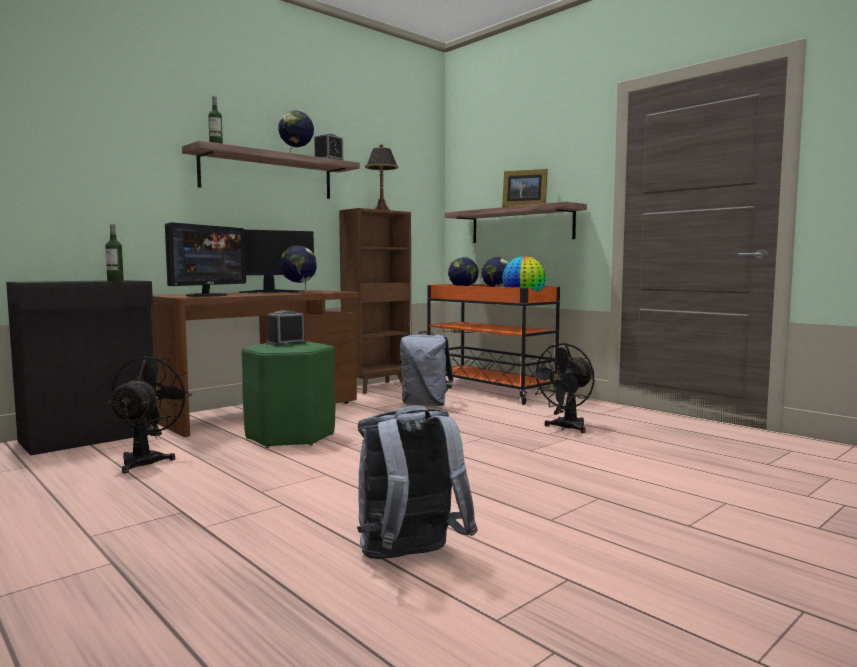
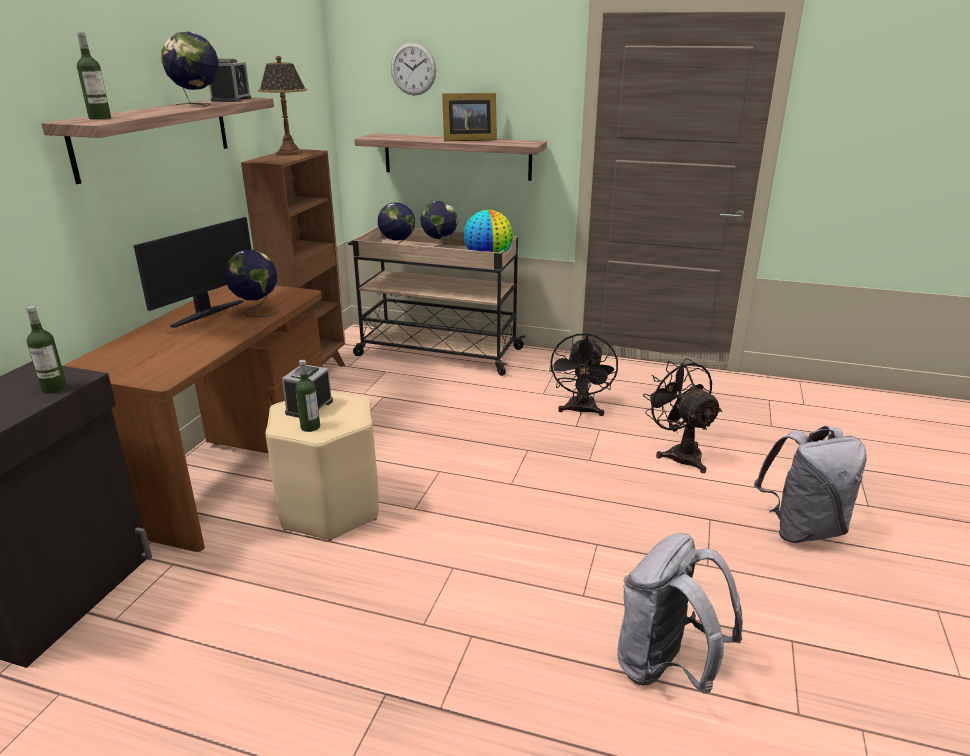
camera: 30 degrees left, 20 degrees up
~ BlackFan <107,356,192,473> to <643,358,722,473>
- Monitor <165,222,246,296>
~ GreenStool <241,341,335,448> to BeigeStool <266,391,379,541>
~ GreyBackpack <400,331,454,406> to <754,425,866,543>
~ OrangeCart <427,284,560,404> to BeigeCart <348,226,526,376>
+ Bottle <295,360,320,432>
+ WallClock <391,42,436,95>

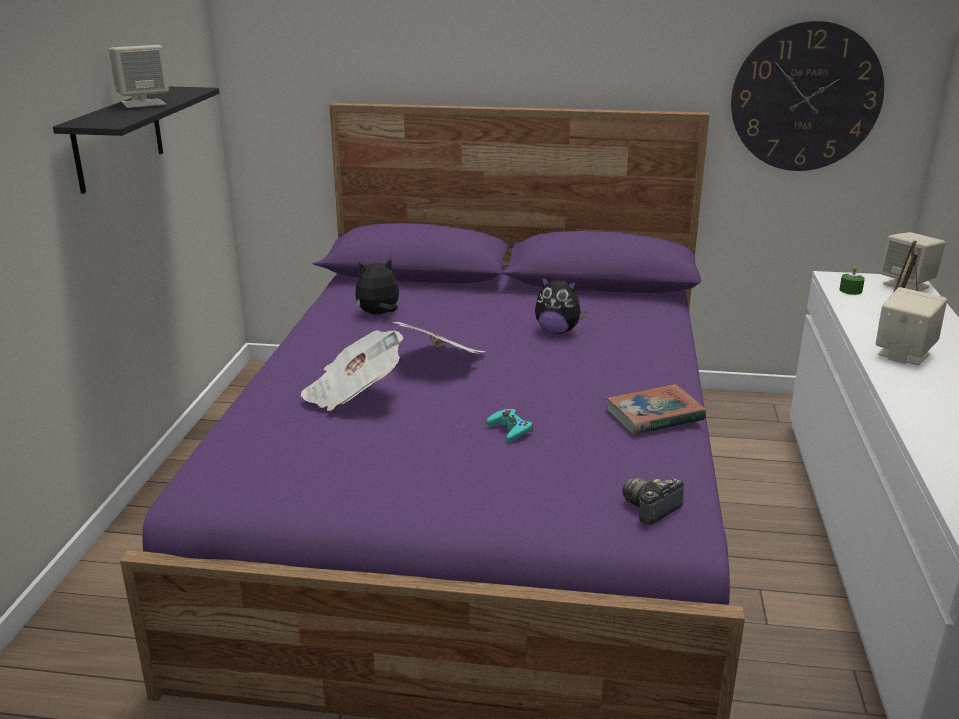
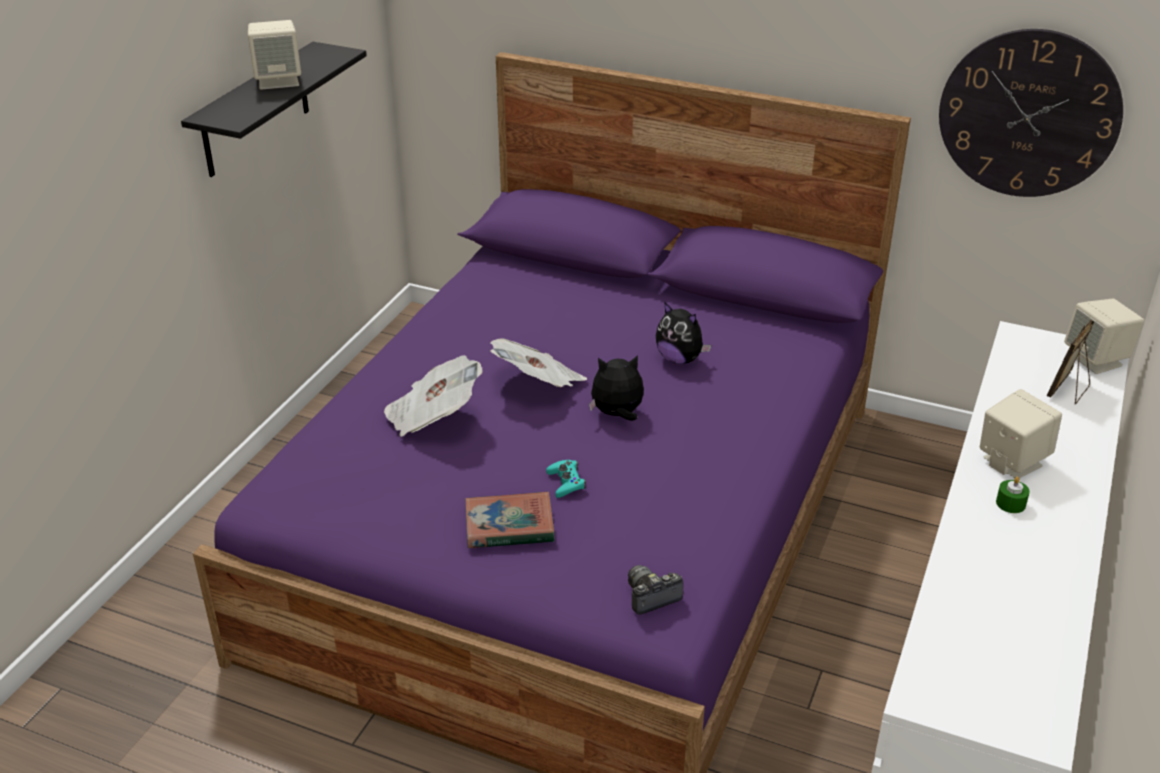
camera: 15 degrees right, 10 degrees up
~ PlushToy <355,258,399,315> to <589,355,644,421>
~ Book <606,384,706,435> to <465,492,554,548>
~ GreenCandle <839,266,865,295> to <996,477,1030,513>

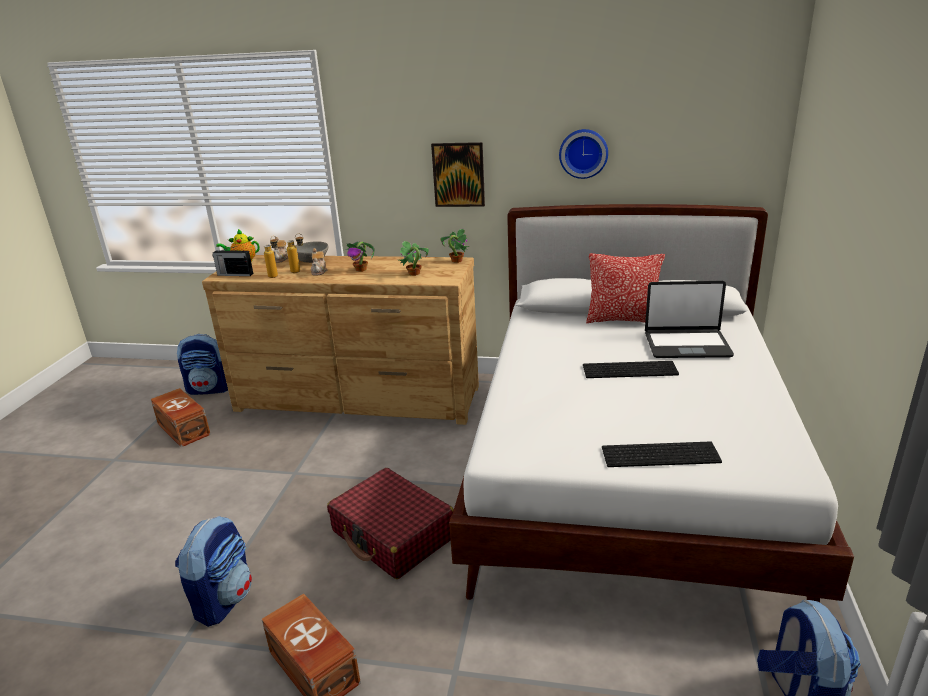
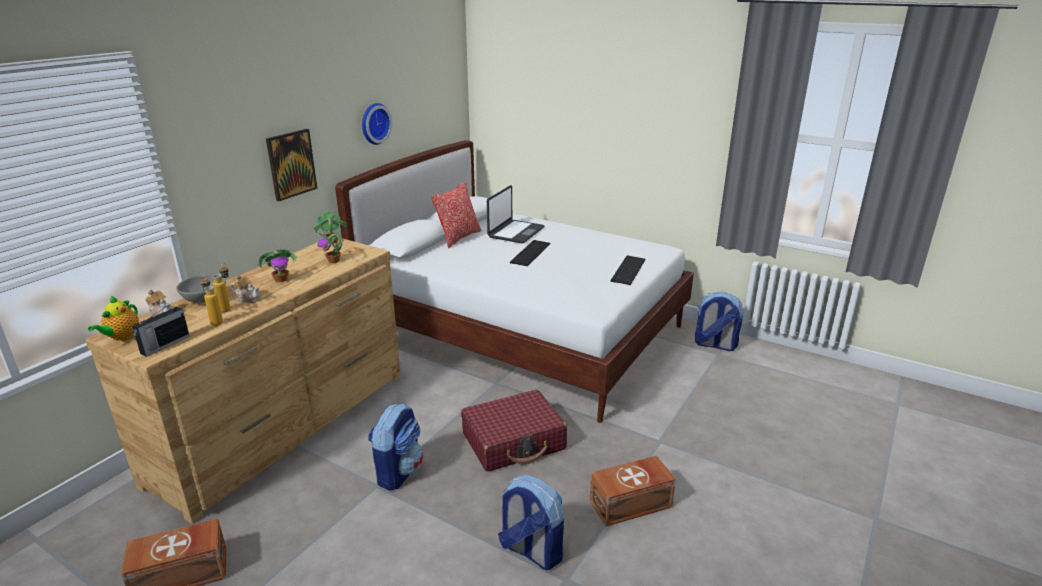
camera: 70 degrees left, 0 degrees up
~ Backpack <177,334,228,395> to <368,403,423,491>

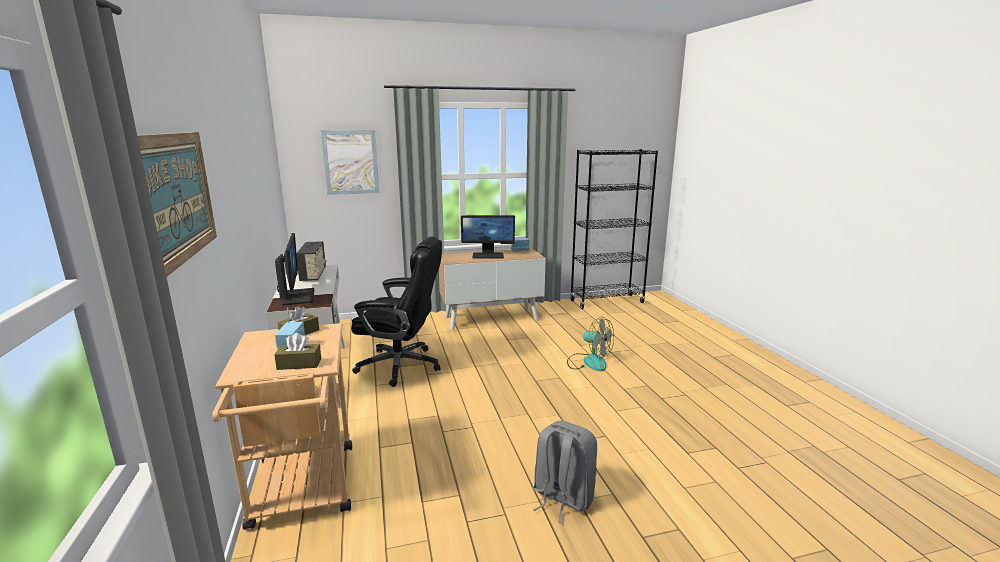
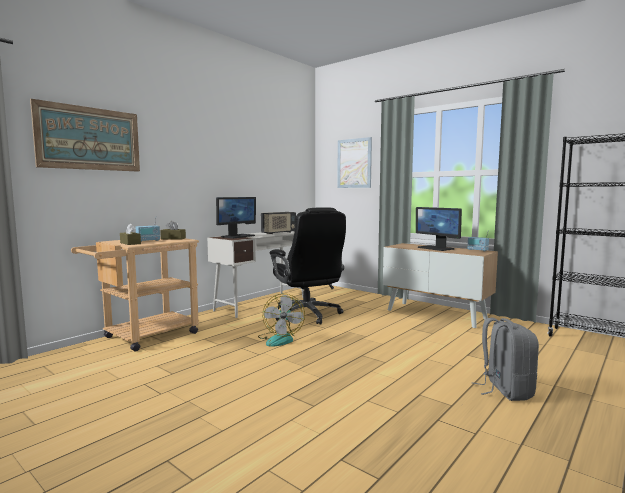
camera: 55 degrees right, 10 degrees down
~ GreyBackpack <533,420,597,523> to <472,318,539,401>
~ Fan <567,317,614,371> to <258,294,305,347>

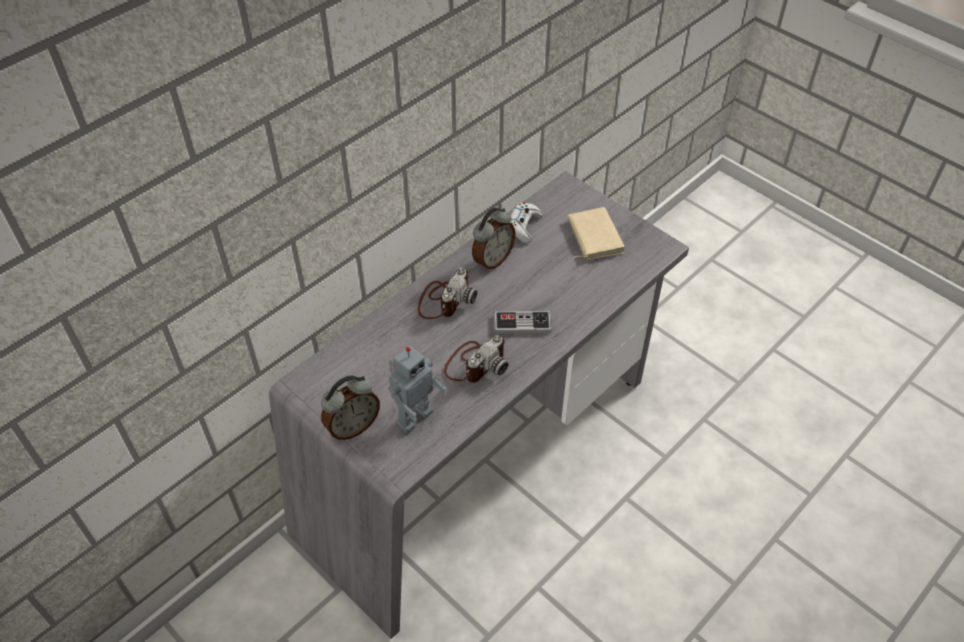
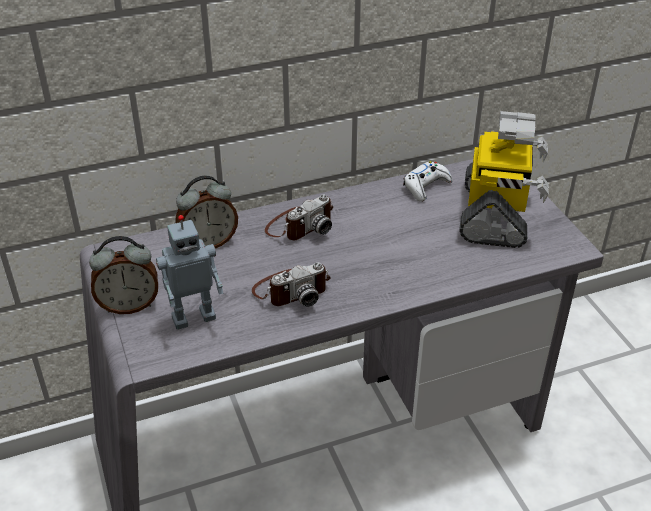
camera: 25 degrees right, 10 degrees down
~ AlarmClock <472,208,516,271> to <176,176,238,249>
- GameController <494,311,551,334>
~ BeigeBook <568,207,625,260> to ToyRobot <459,111,549,248>

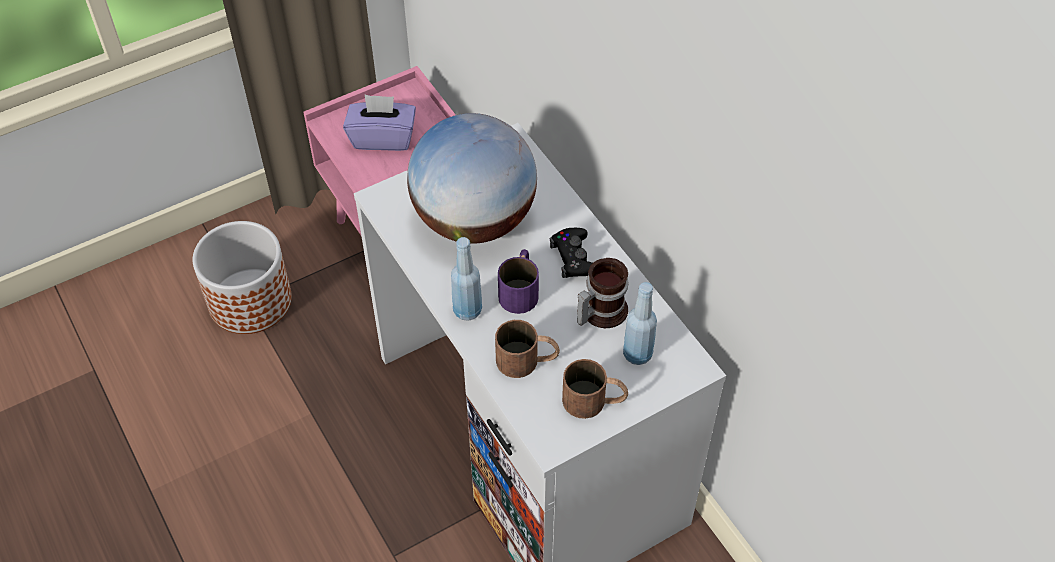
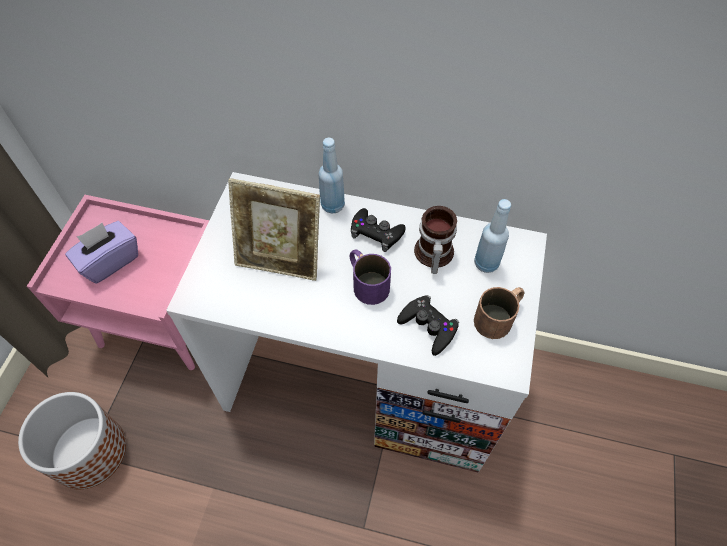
camera: 45 degrees left, 5 degrees up
~ Globe <407,113,537,244> to PictureFrame <228,178,320,281>
~ BlueBottle <451,237,482,321> to <318,138,345,214>
~ BrownMug <495,320,560,378> to BlackGameController <397,295,459,356>

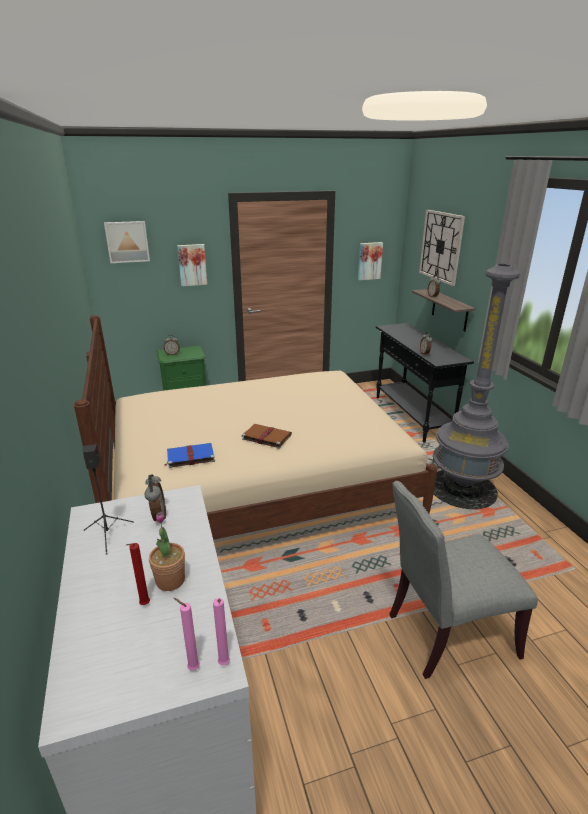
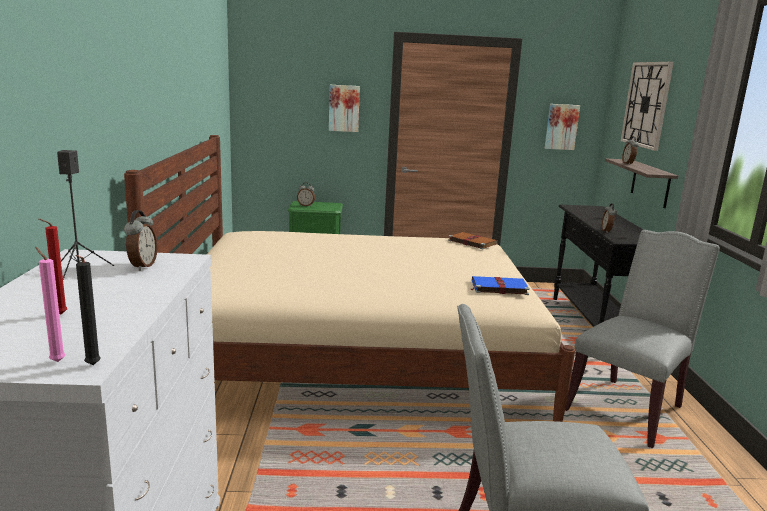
camera: 15 degrees right, 10 degrees down
- Picture <104,221,150,263>
- PottedPlant <149,511,185,591>
~ BlueBook <164,443,215,468> to <471,276,530,295>
~ PinkCandle <213,598,230,665> to BlackCandle <75,255,101,365>
~ BrownBook <242,424,292,449> to <448,232,498,249>
~ GreyFloorLamp <433,264,520,509> to GreyChair <565,230,720,448>

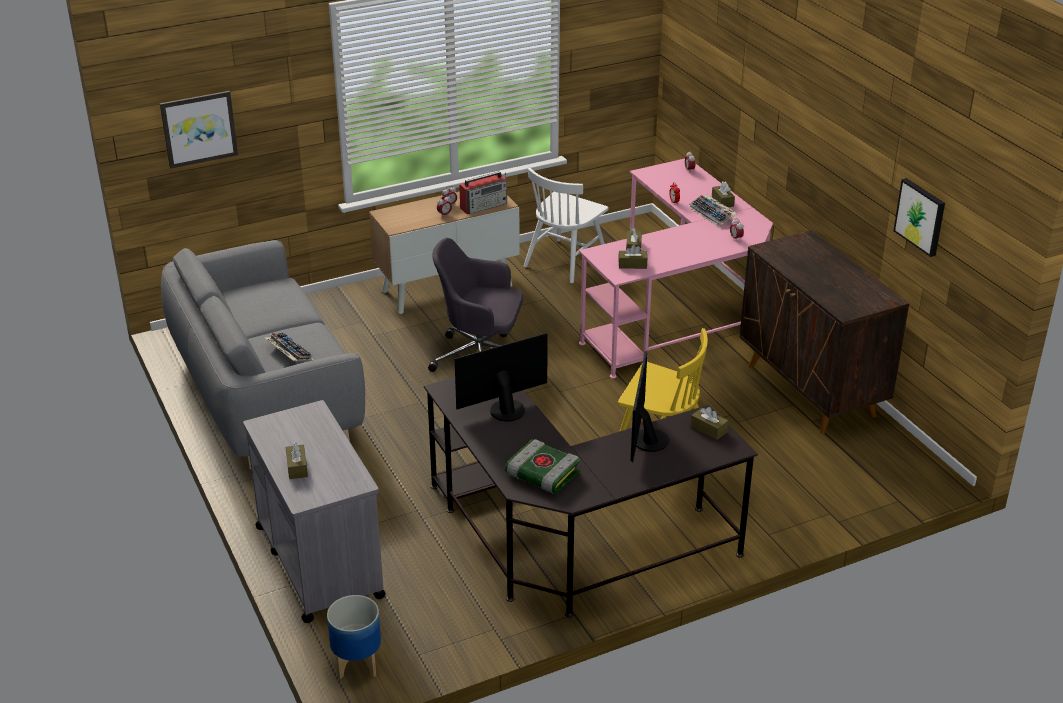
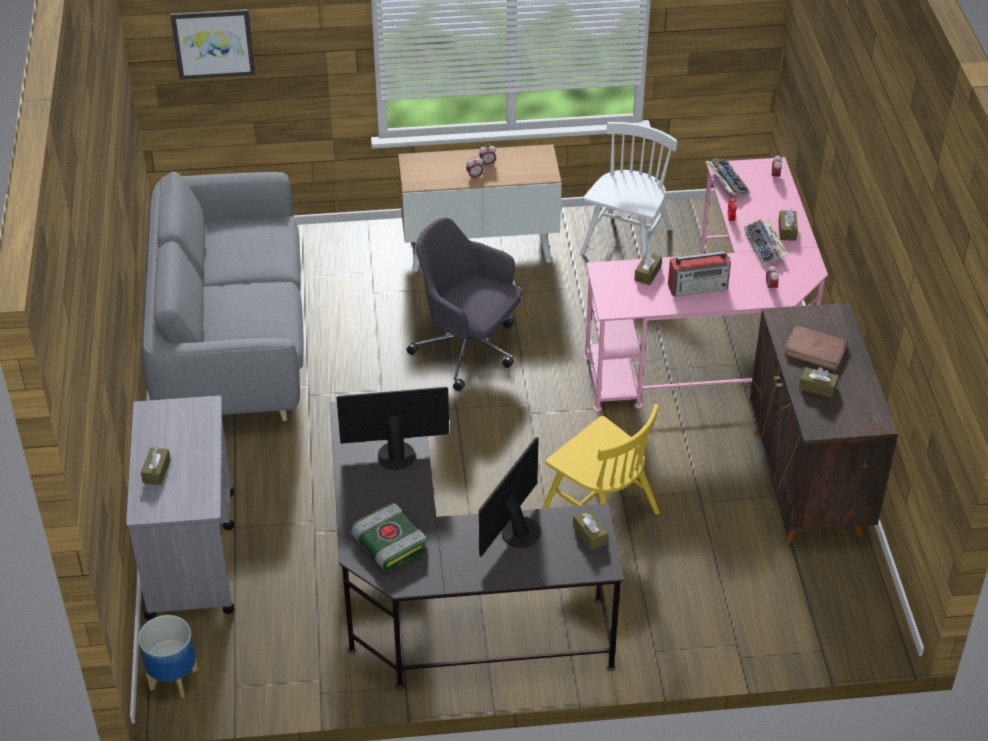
camera: 20 degrees right, 10 degrees up
~ Keyboard <264,333,314,361> to <706,158,750,196>
~ Radio <459,171,507,214> to <668,251,731,297>
~ WhiteChair <524,168,609,283> = <580,122,677,259> 150 degrees clockwise
~ BrownTissueBox <618,245,648,269> to <799,367,839,398>
- Picture <893,178,945,257>
+ BrownBook <783,325,848,371>

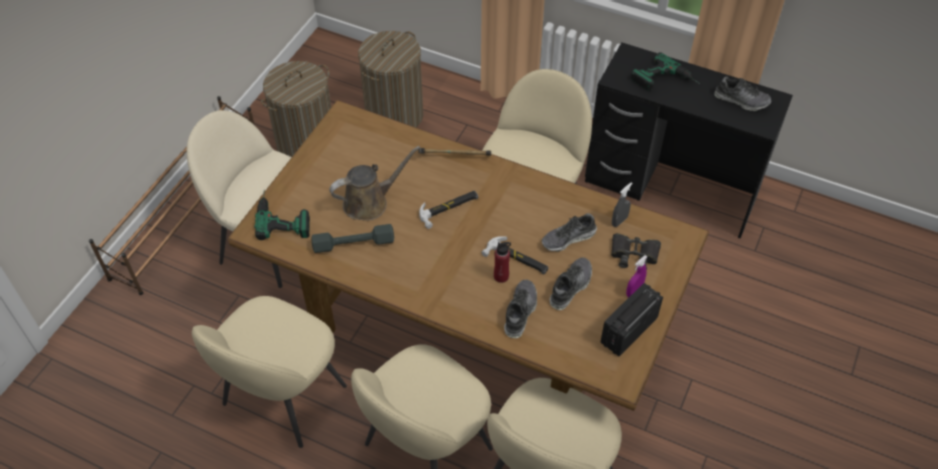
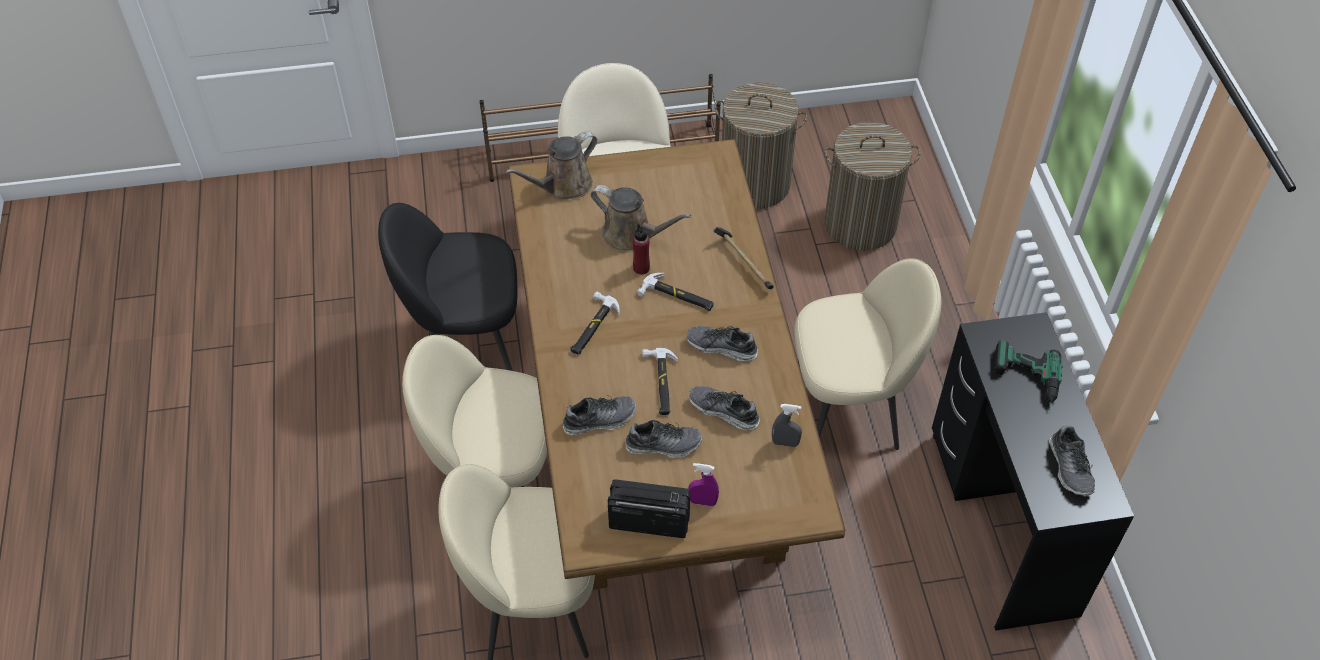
camera: 55 degrees right, 0 degrees up
~ BeigeChair <192,296,347,448> to BlackChair <378,203,518,371>
~ PowerDrill <254,191,310,240> to BrownWateringCan <506,131,597,200>
- GreyDumbbell <312,224,394,253>
~ RedBottle <494,242,511,283> to <632,224,650,275>
- BlackBinoculars <611,233,661,270>
+ Hammer <570,292,620,355>
+ Shoe <687,326,758,361>

